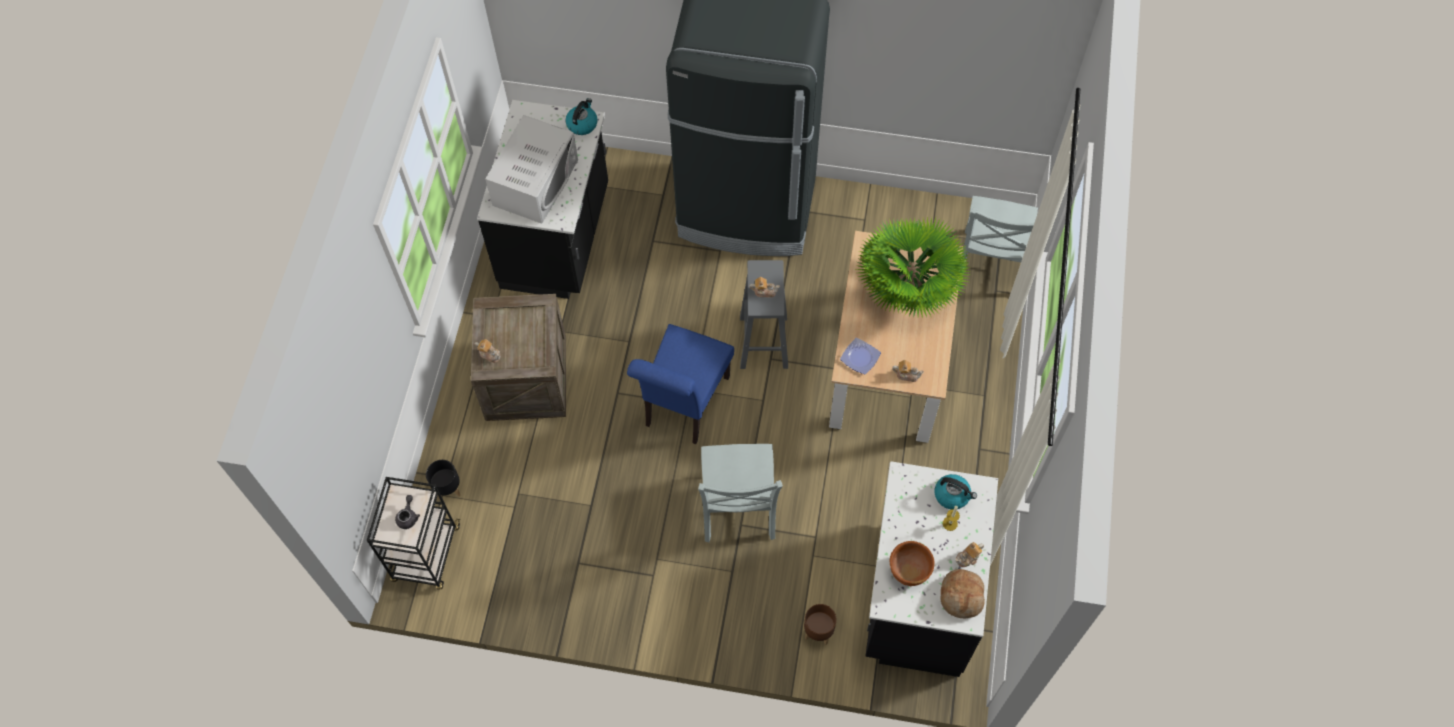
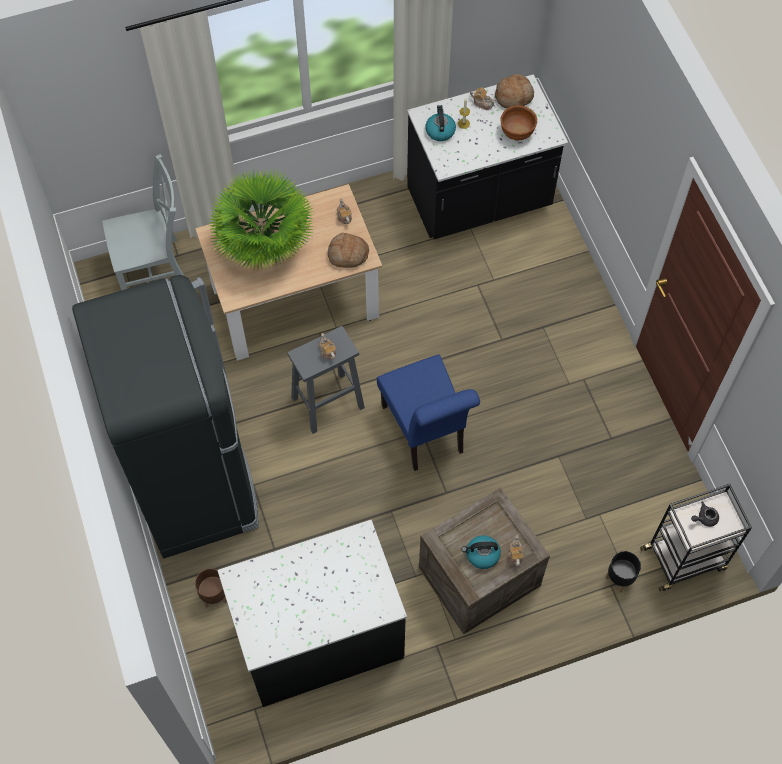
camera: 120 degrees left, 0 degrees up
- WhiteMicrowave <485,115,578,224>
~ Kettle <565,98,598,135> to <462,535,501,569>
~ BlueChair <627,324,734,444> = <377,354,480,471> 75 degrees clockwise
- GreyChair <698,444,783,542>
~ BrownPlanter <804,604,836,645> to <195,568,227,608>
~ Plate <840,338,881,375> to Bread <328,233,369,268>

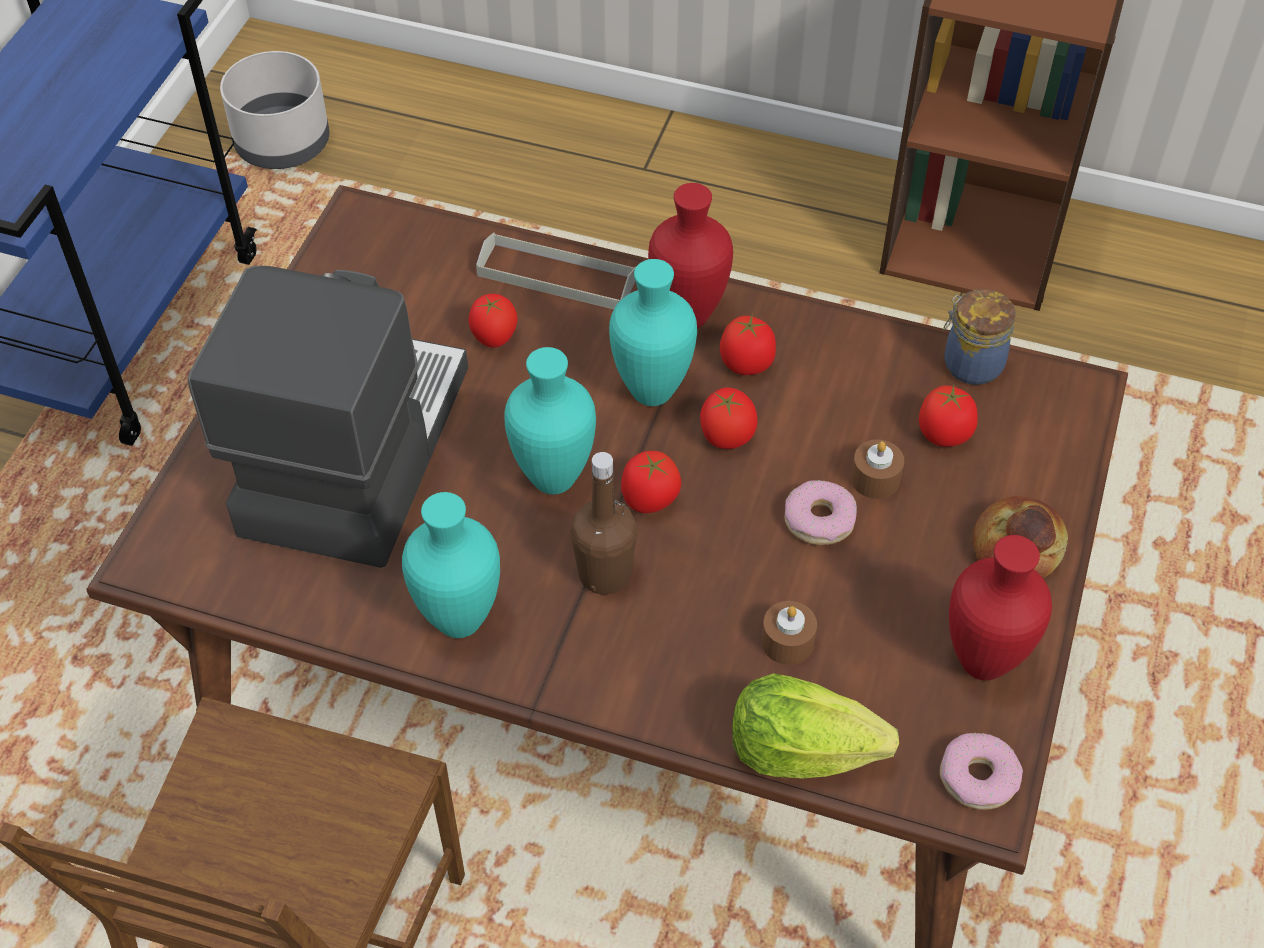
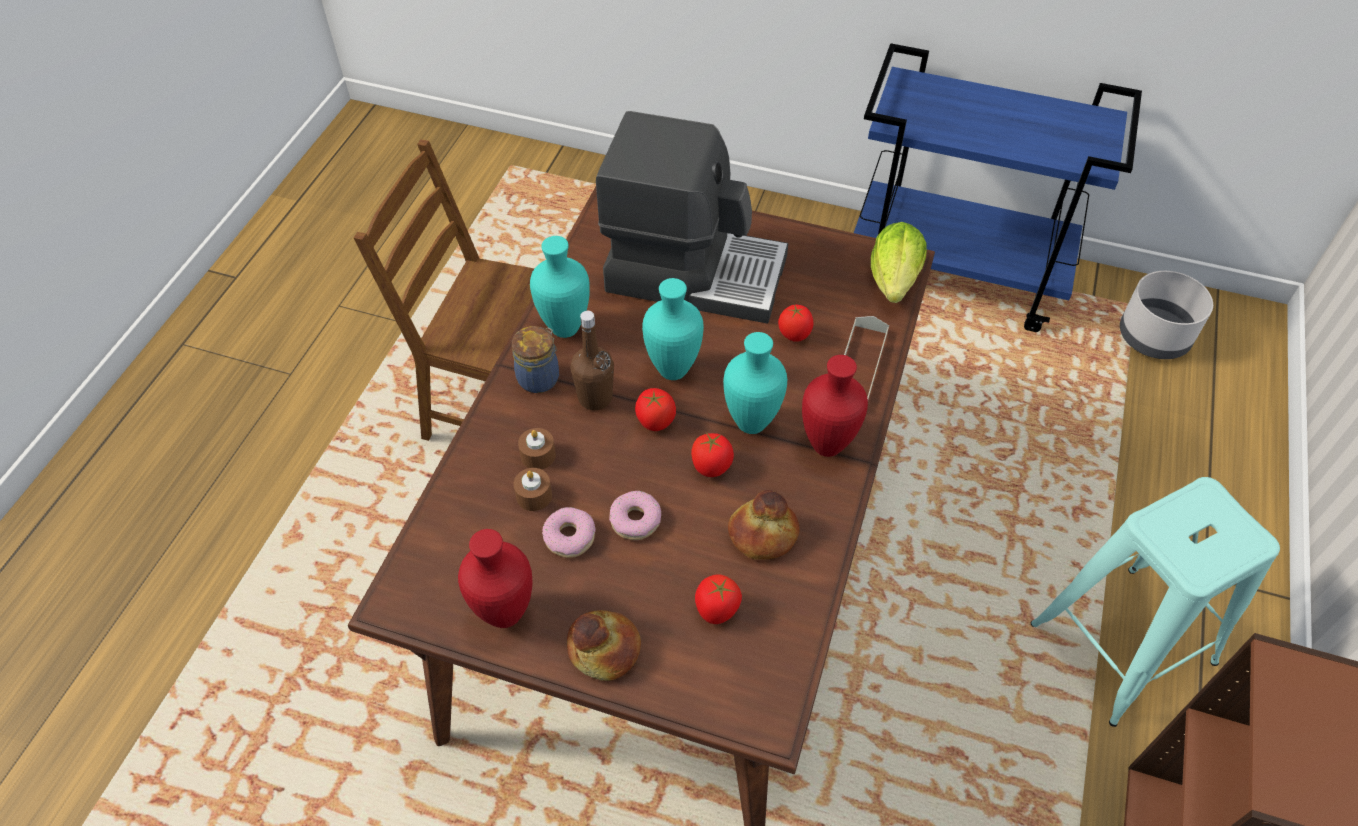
camera: 90 degrees right, 0 degrees up
- Tomato <720,314,776,375>
~ Lettuce <732,673,899,779> to <871,222,927,303>
~ BrownCandle <851,440,904,499> to <518,428,556,470>
~ Donut <940,733,1023,810> to <542,507,596,558>
~ Jar <943,289,1016,385> to <512,326,559,393>
+ Bread <728,490,800,560>
+ TurquoiseStool <1031,477,1280,727>

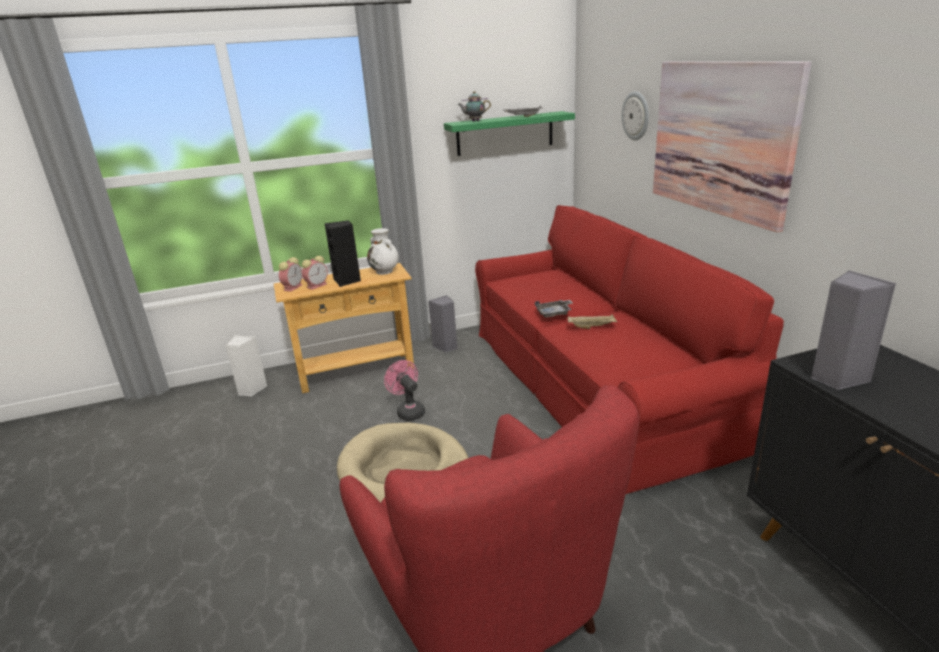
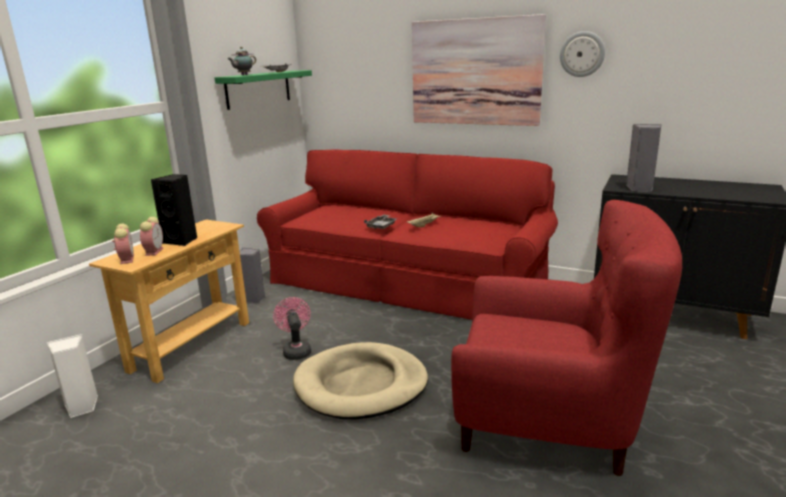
camera: 45 degrees left, 5 degrees down
- WhiteVase <367,228,399,275>
~ PinkFan <384,360,425,421> = <273,297,311,360> 60 degrees clockwise
~ WallClock <622,91,649,140> to <560,31,605,77>

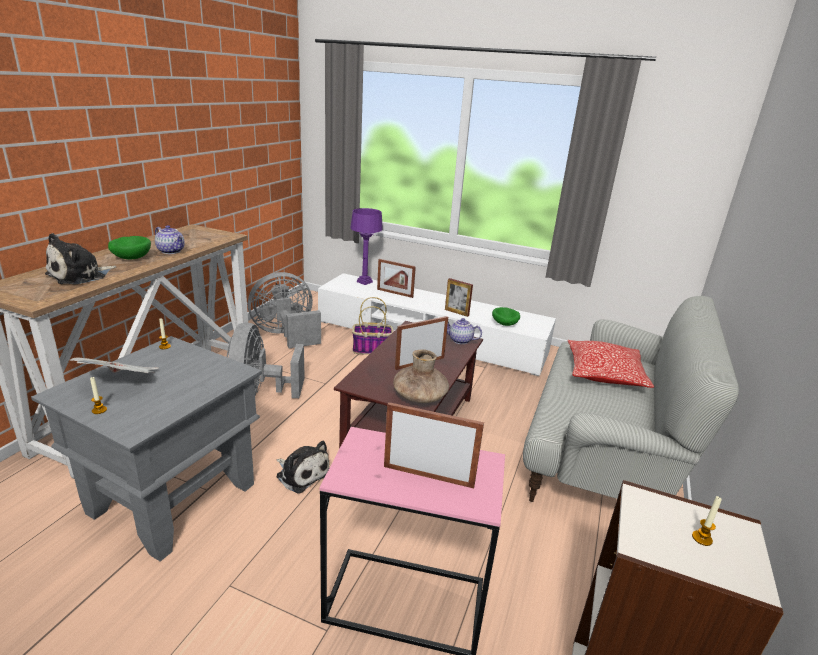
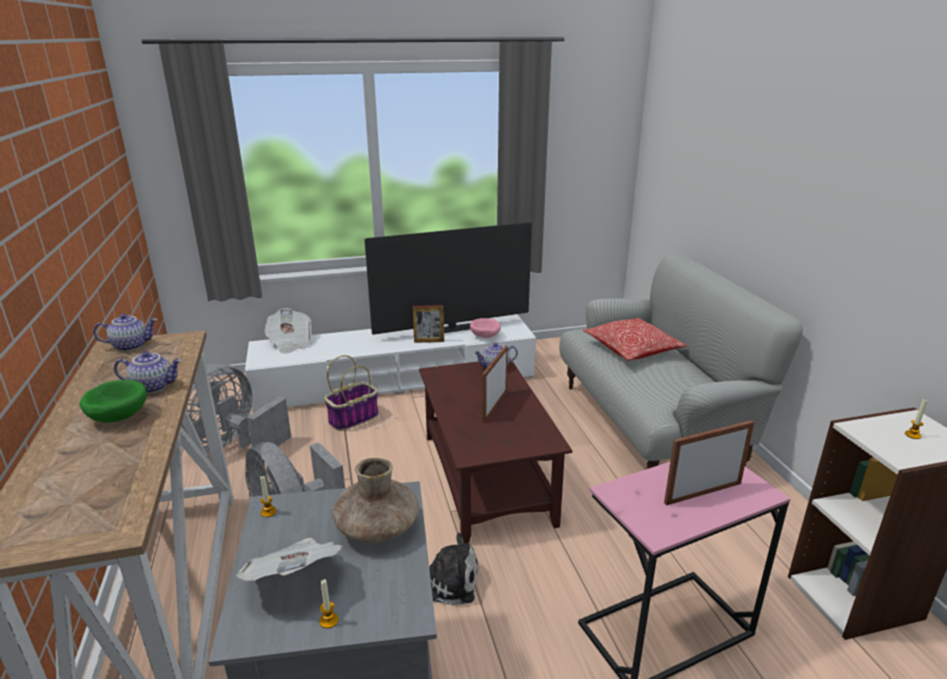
camera: 35 degrees left, 0 degrees up
- PlushToy <45,233,116,285>
~ PurpleTableLamp <350,208,383,285> to Newspaper <264,308,312,354>
- PictureFrame <377,259,416,298>
~ BrownVase <393,349,449,403> to <332,458,419,543>
~ GreenBowl <492,307,520,326> to PinkBowl <470,318,501,338>
+ Teapot <93,314,157,351>
+ Television <364,222,532,335>

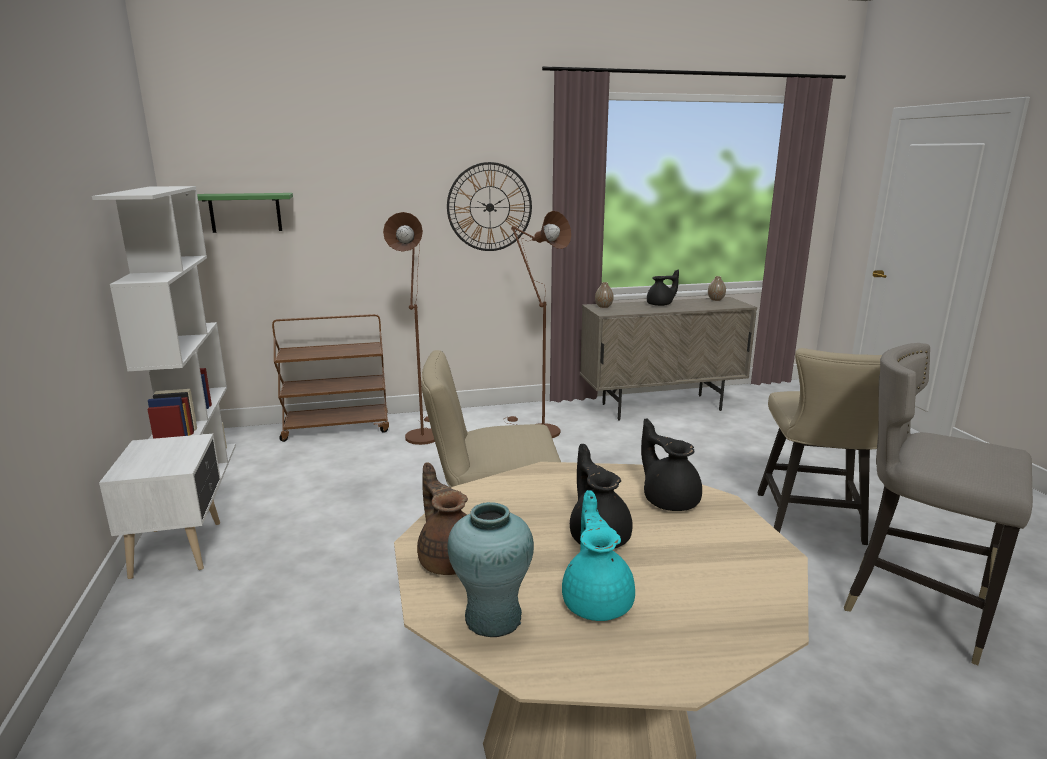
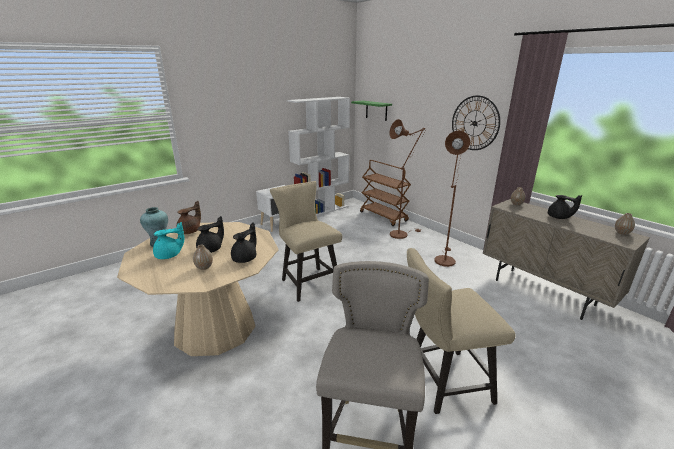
camera: 65 degrees right, 5 degrees up
+ Vase <193,245,213,270>

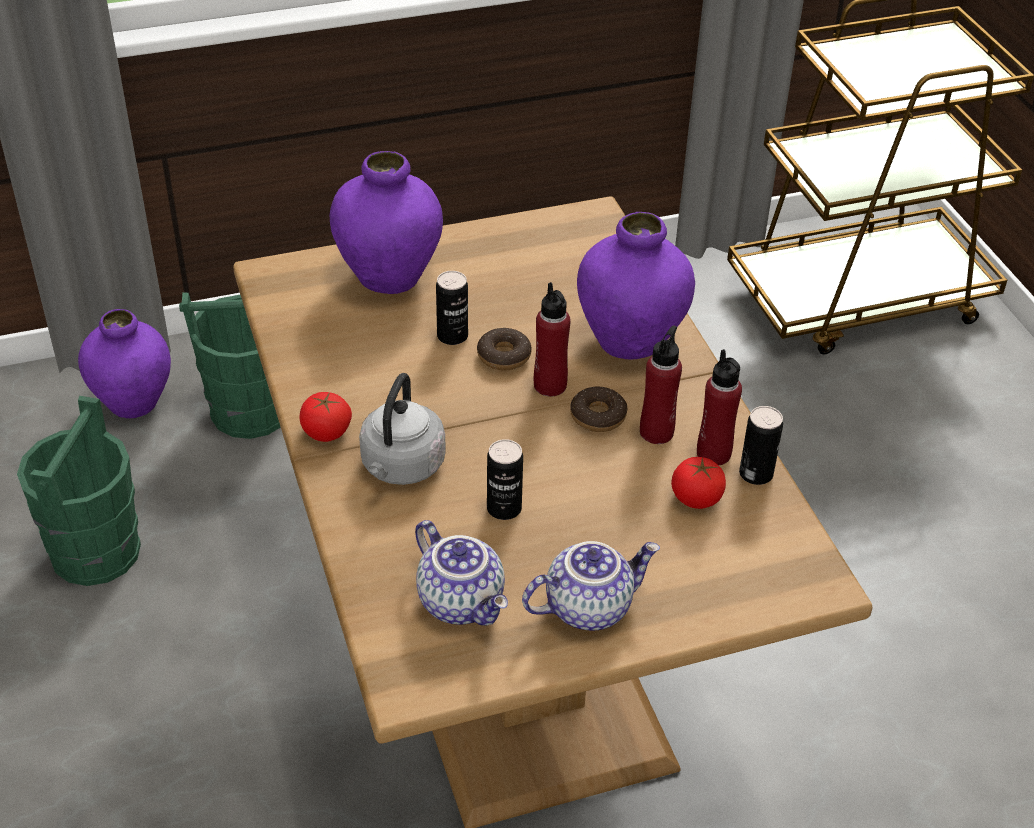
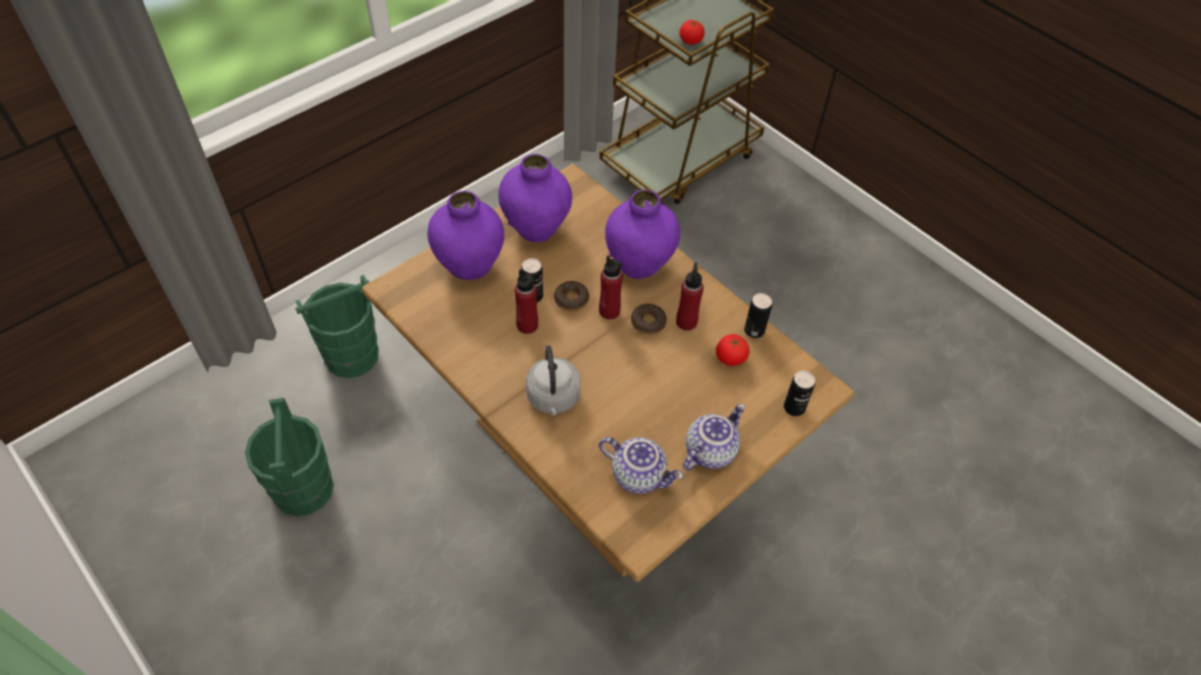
camera: 25 degrees left, 10 degrees up
~ PurpleVase <78,309,171,418> to <498,154,572,242>
~ Tomato <300,392,352,442> to <679,20,705,45>
~ Can <487,439,523,520> to <784,371,815,416>
~ RedBottle <697,349,742,465> to <514,269,538,334>

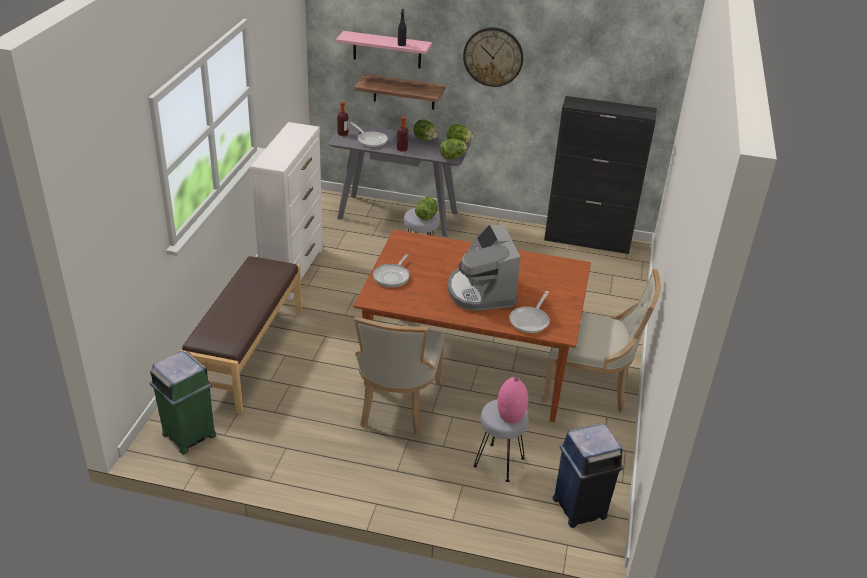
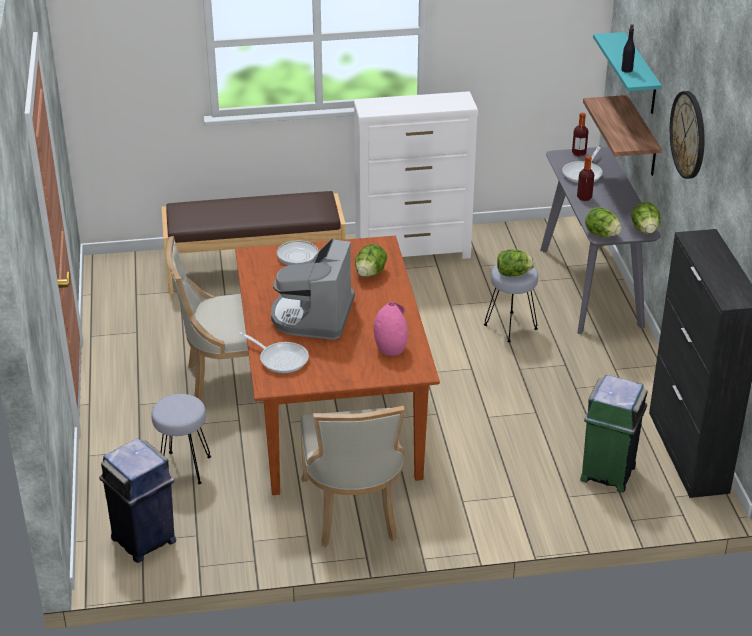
camera: 70 degrees right, 0 degrees up
~ GreenTrashCan <150,351,216,455> to <580,375,648,493>
~ PinkShelf <336,31,432,68> to TurquoiseShelf <593,32,662,114>
~ Lettuce <413,119,437,141> to <355,244,387,277>
~ CoffeeMachine <448,225,521,311> = <271,238,355,340> 45 degrees counterclockwise
~ PinkVase <497,377,528,423> to <373,302,408,356>
~ FryingPan <509,291,550,333> = <239,332,309,373> 150 degrees counterclockwise

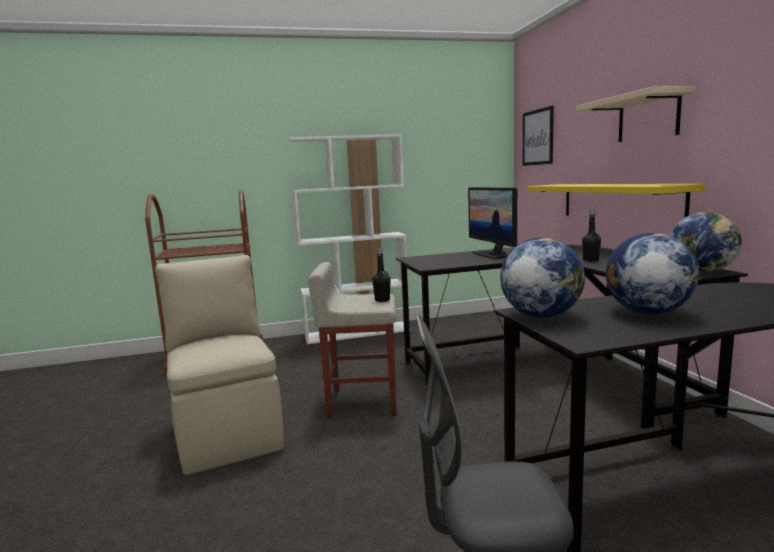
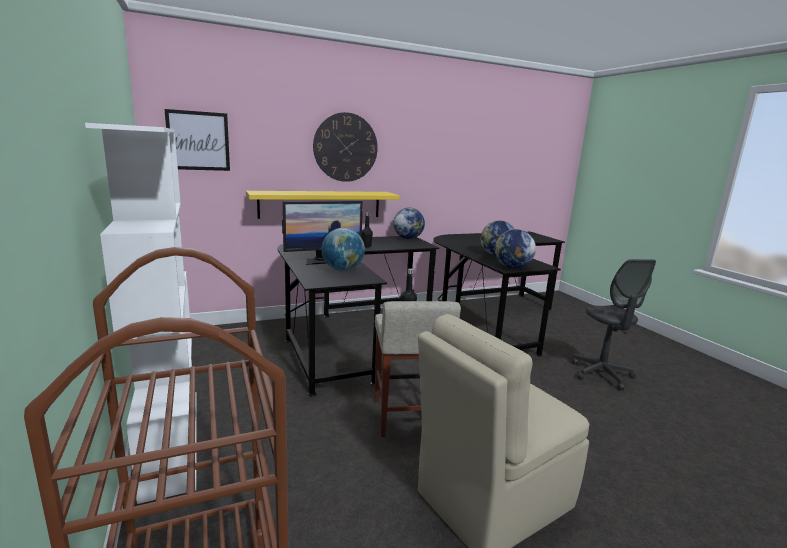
camera: 100 degrees left, 5 degrees up
~ BeigeShelf <576,86,696,142> to WallClock <313,112,378,182>
+ Globe <321,228,365,271>

